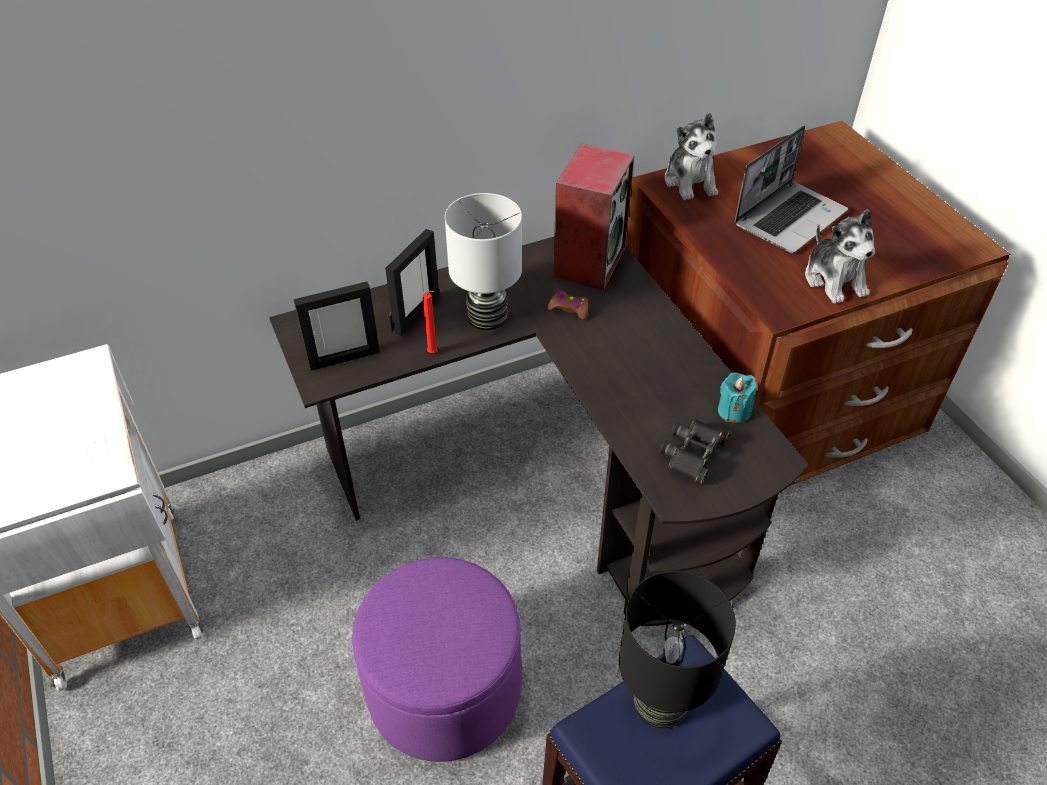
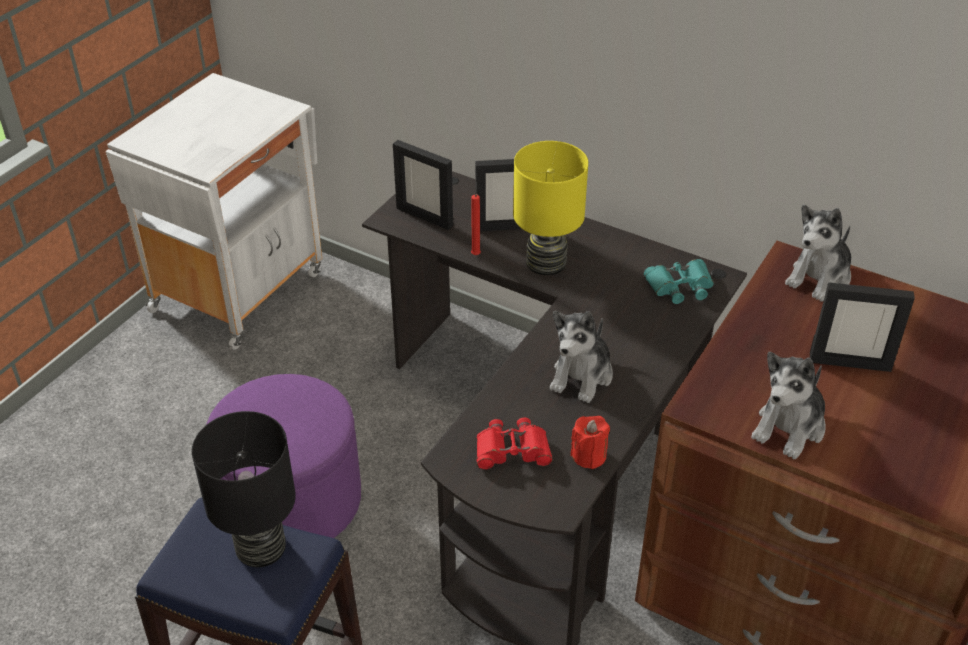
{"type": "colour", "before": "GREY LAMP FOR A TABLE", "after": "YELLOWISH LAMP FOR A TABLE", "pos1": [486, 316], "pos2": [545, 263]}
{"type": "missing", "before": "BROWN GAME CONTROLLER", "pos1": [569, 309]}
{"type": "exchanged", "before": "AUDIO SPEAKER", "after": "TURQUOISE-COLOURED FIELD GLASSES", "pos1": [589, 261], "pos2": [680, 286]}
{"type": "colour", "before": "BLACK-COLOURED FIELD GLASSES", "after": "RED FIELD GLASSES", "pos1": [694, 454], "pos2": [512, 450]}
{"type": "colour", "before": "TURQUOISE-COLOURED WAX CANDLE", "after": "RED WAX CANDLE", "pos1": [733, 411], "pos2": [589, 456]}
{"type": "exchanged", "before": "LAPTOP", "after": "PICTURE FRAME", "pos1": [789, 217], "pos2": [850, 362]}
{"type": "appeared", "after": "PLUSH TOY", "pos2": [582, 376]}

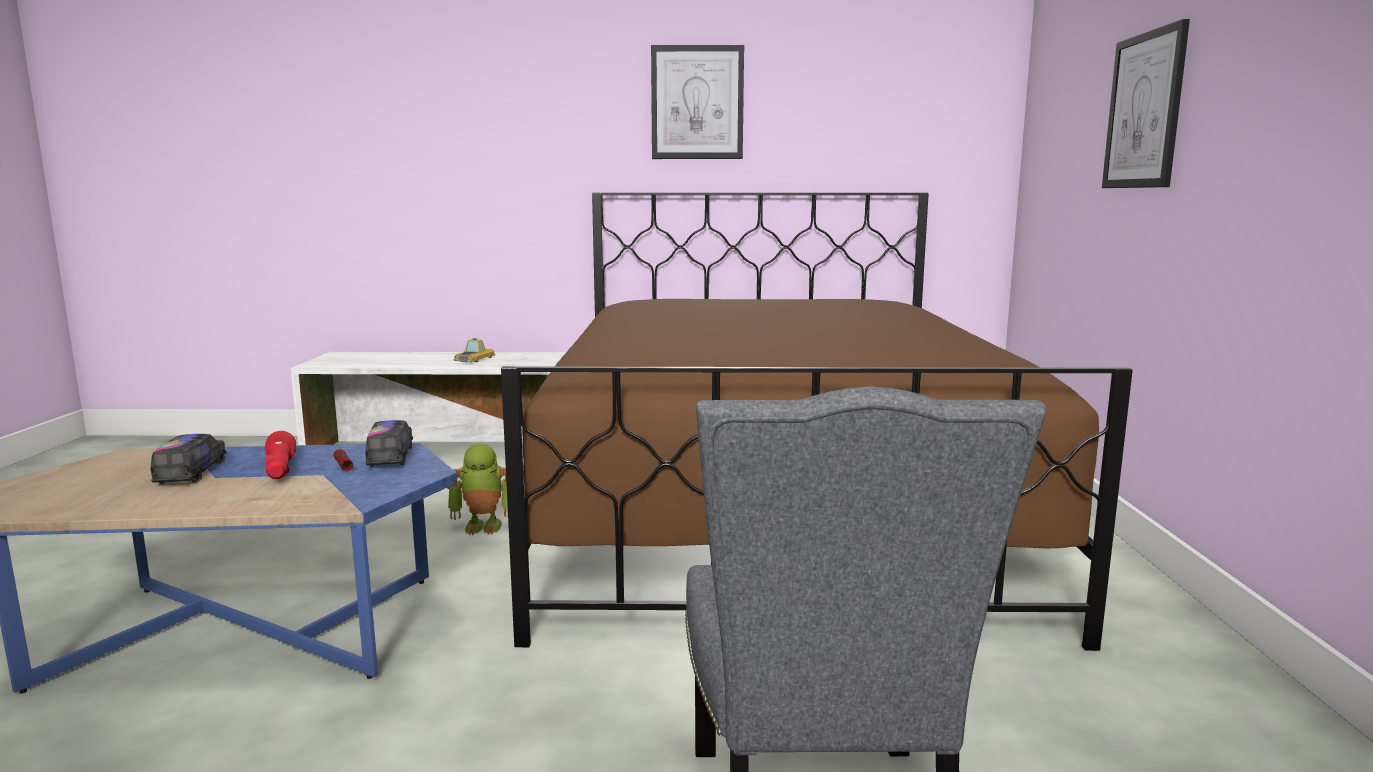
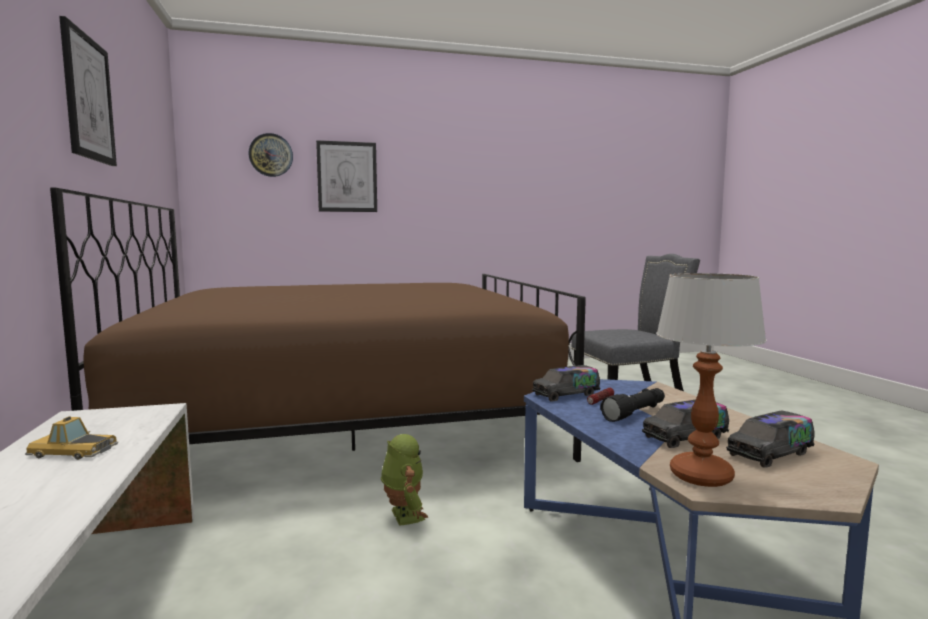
{"type": "colour", "before": "RED HAND TORCH", "after": "BLACK-COLOURED HAND TORCH", "pos1": [280, 470], "pos2": [635, 413]}
{"type": "appeared", "after": "CLOCK ON THE WALL", "pos2": [271, 155]}
{"type": "appeared", "after": "LAMP FOR A TABLE", "pos2": [700, 476]}
{"type": "appeared", "after": "MODEL TRUCK", "pos2": [770, 453]}

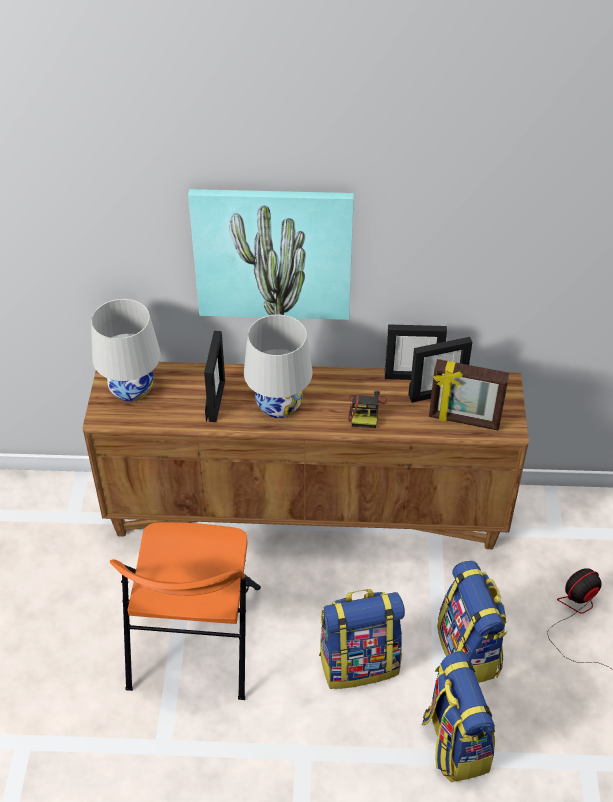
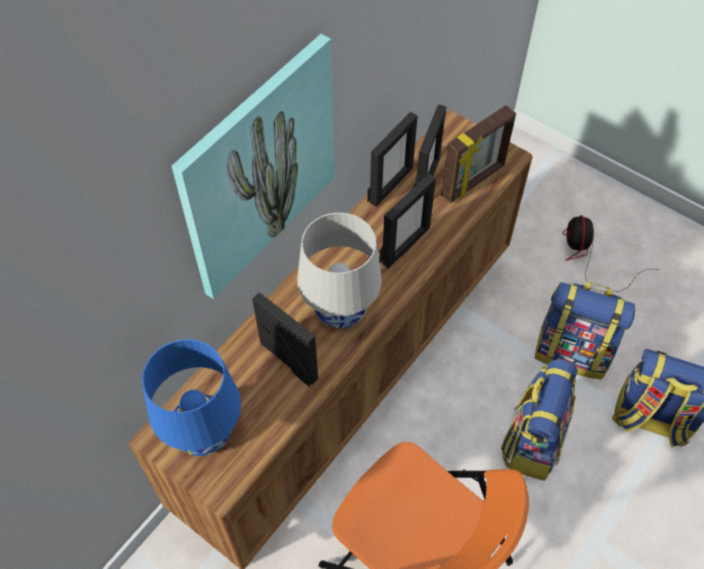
{"type": "colour", "before": "WHITISH LAMP FOR A TABLE", "after": "BLUE-COLOURED LAMP FOR A TABLE", "pos1": [131, 389], "pos2": [203, 433]}
{"type": "exchanged", "before": "STILL CAMERA", "after": "PICTURE FRAME", "pos1": [366, 411], "pos2": [404, 245]}

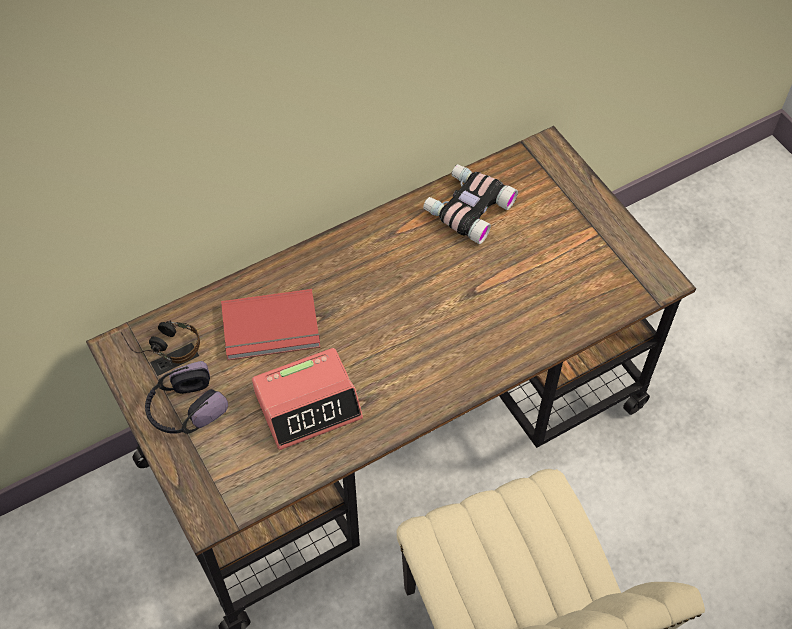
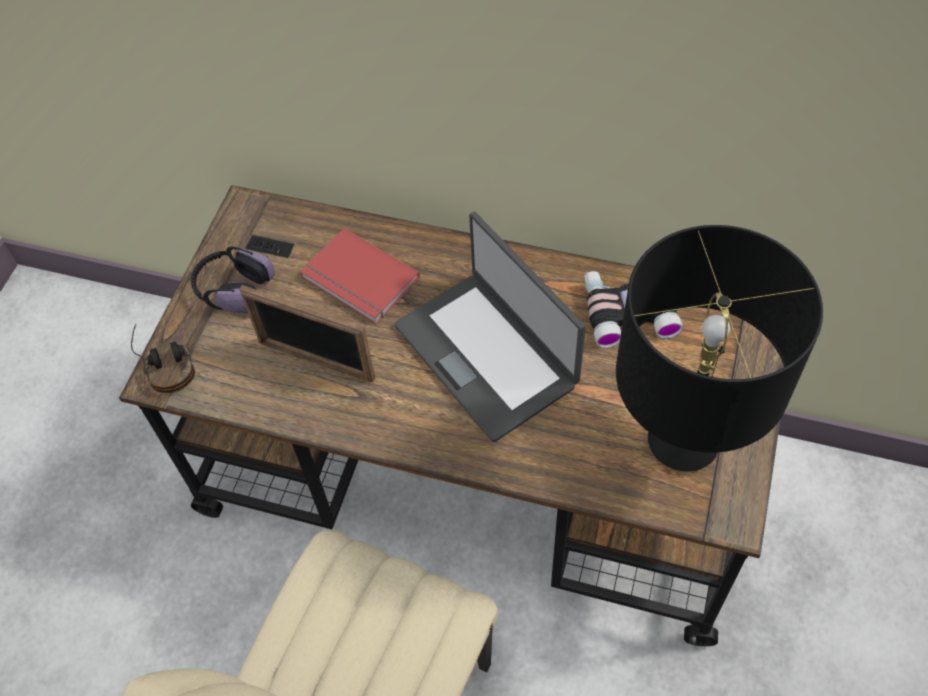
{"type": "relocated", "before": "HEADPHONES", "pos1": [163, 344], "pos2": [165, 363]}
{"type": "exchanged", "before": "TABLE CLOCK", "after": "PICTURE FRAME", "pos1": [308, 404], "pos2": [316, 360]}
{"type": "appeared", "after": "LAPTOP", "pos2": [487, 354]}
{"type": "appeared", "after": "BLACK-COLOURED LAMP FOR A TABLE", "pos2": [682, 444]}

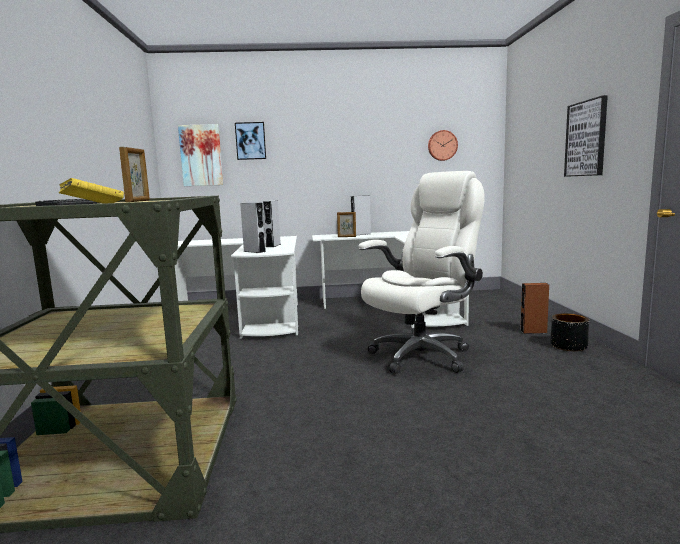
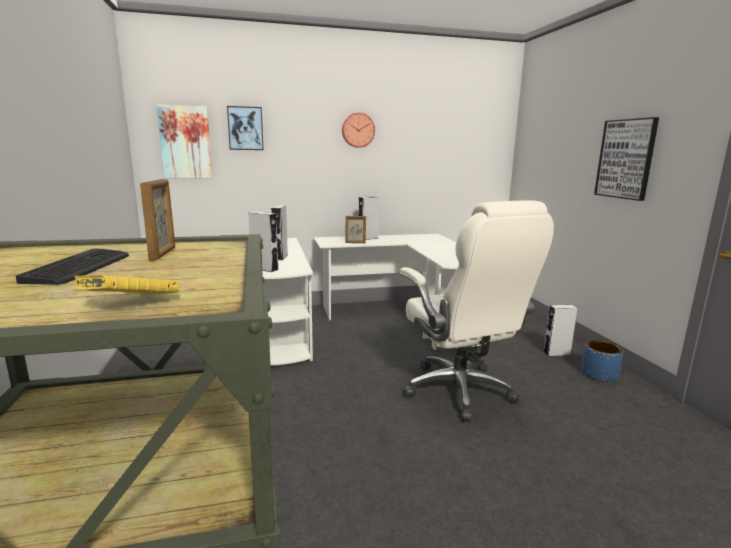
{"type": "spun", "before": "WHITISH COMPUTER CHAIR", "pos1": [421, 356], "pos2": [459, 392], "turn": 120}
{"type": "relocated", "before": "CLOCK ON THE WALL", "pos1": [442, 145], "pos2": [358, 130]}
{"type": "colour", "before": "BROWN AUDIO SPEAKER", "after": "GREY AUDIO SPEAKER", "pos1": [533, 332], "pos2": [556, 353]}
{"type": "colour", "before": "BLACK-COLOURED PLANTER", "after": "BLUE-COLOURED PLANTER", "pos1": [568, 346], "pos2": [599, 374]}

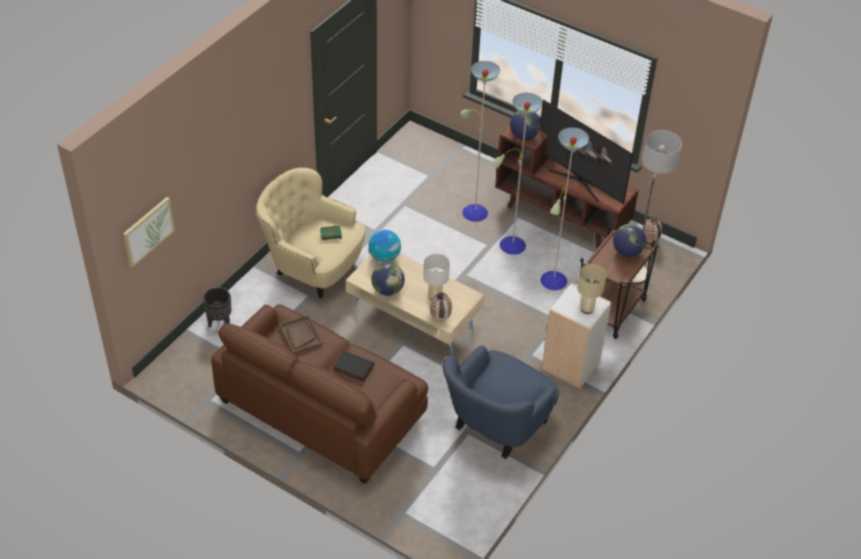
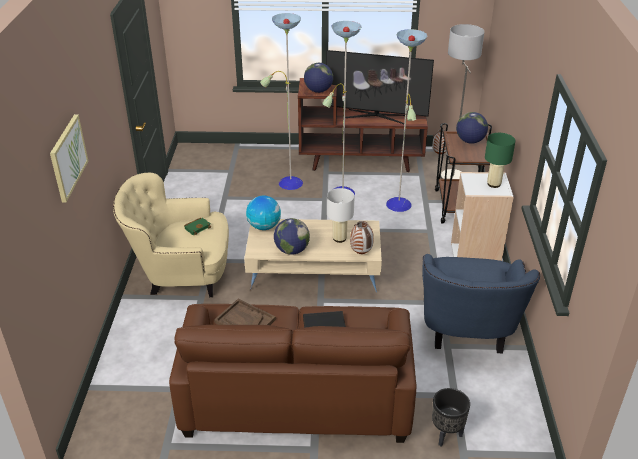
{"type": "relocated", "before": "PICTURE", "pos1": [148, 231], "pos2": [68, 157]}
{"type": "relocated", "before": "BLACK-COLOURED PLANTER", "pos1": [219, 323], "pos2": [446, 435]}
{"type": "colour", "before": "BEIGE-COLOURED LAMP FOR A TABLE", "after": "GREENISH LAMP FOR A TABLE", "pos1": [586, 309], "pos2": [494, 184]}

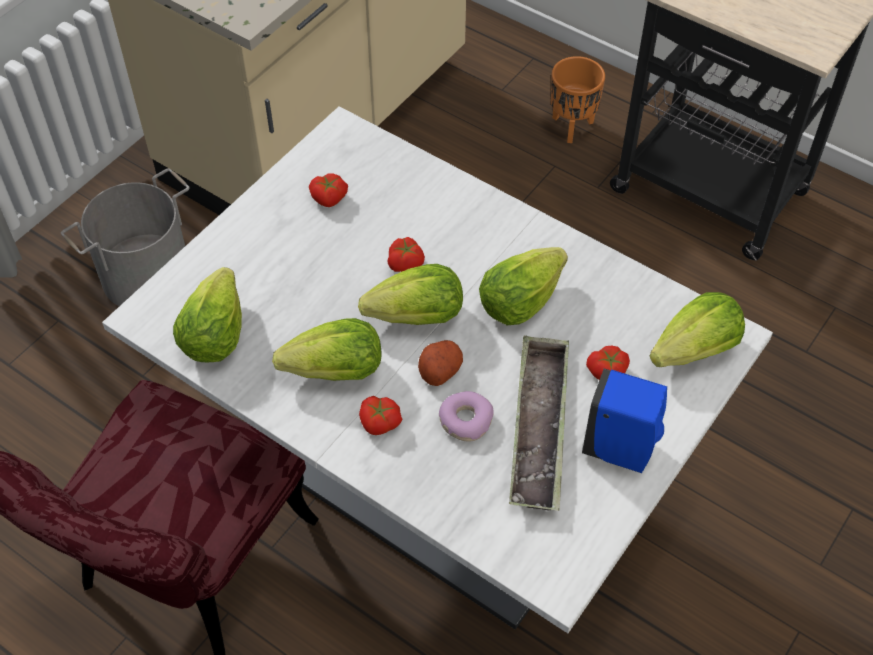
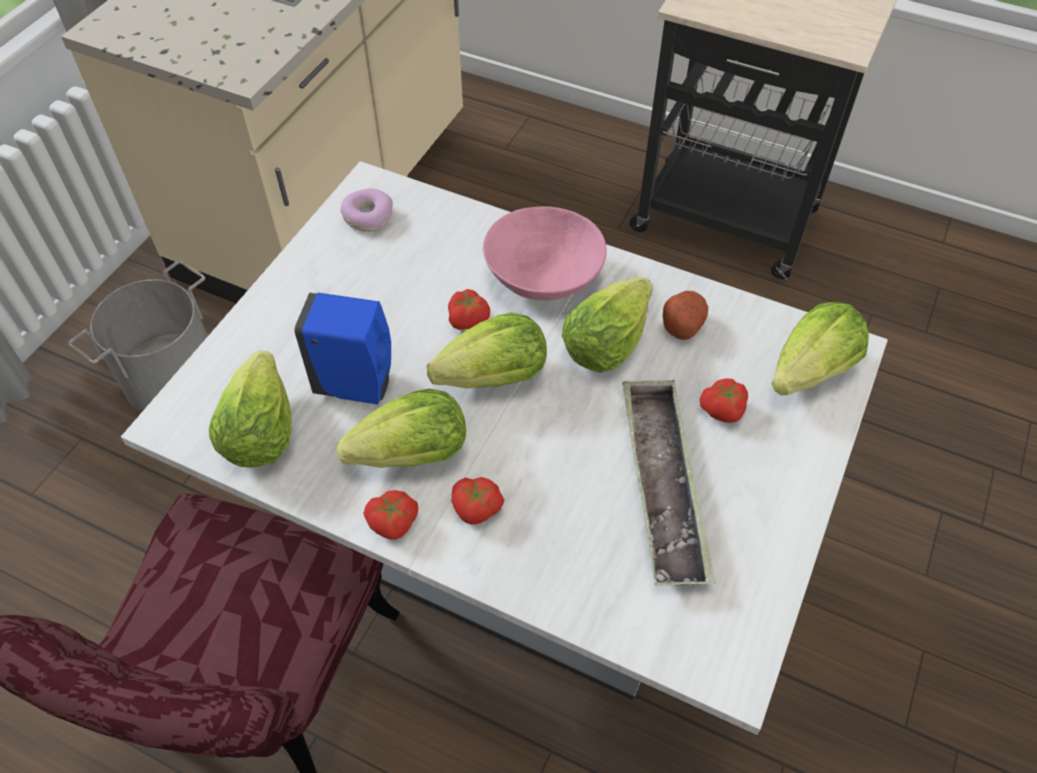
{"type": "relocated", "before": "FRESH TOMATO", "pos1": [329, 199], "pos2": [393, 523]}
{"type": "relocated", "before": "POTATO", "pos1": [440, 369], "pos2": [682, 324]}
{"type": "relocated", "before": "DONUT", "pos1": [465, 420], "pos2": [368, 216]}
{"type": "missing", "before": "ORANGE PLANTER", "pos1": [572, 127]}
{"type": "relocated", "before": "BLUE-COLOURED LIQUID SOAP BOTTLE", "pos1": [621, 450], "pos2": [358, 385]}
{"type": "appeared", "after": "PINK-COLOURED BOWL", "pos2": [543, 278]}

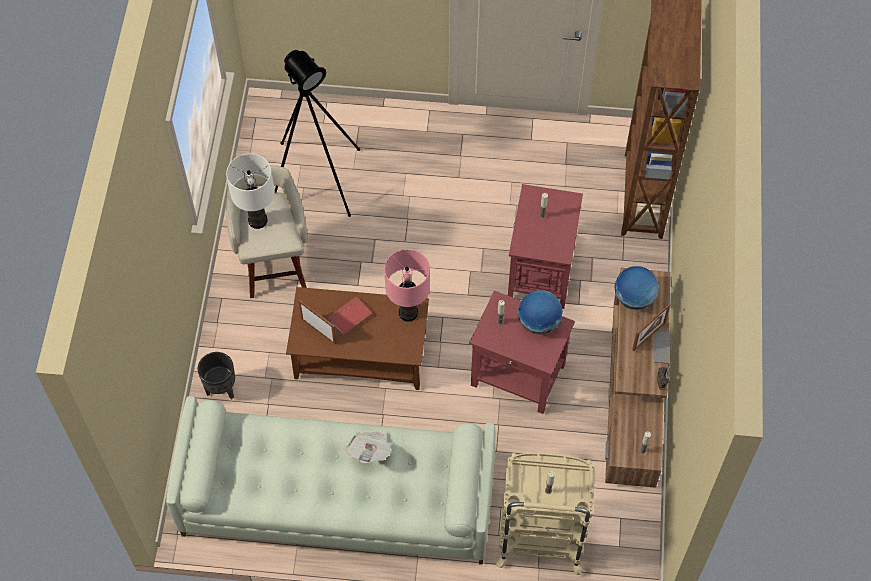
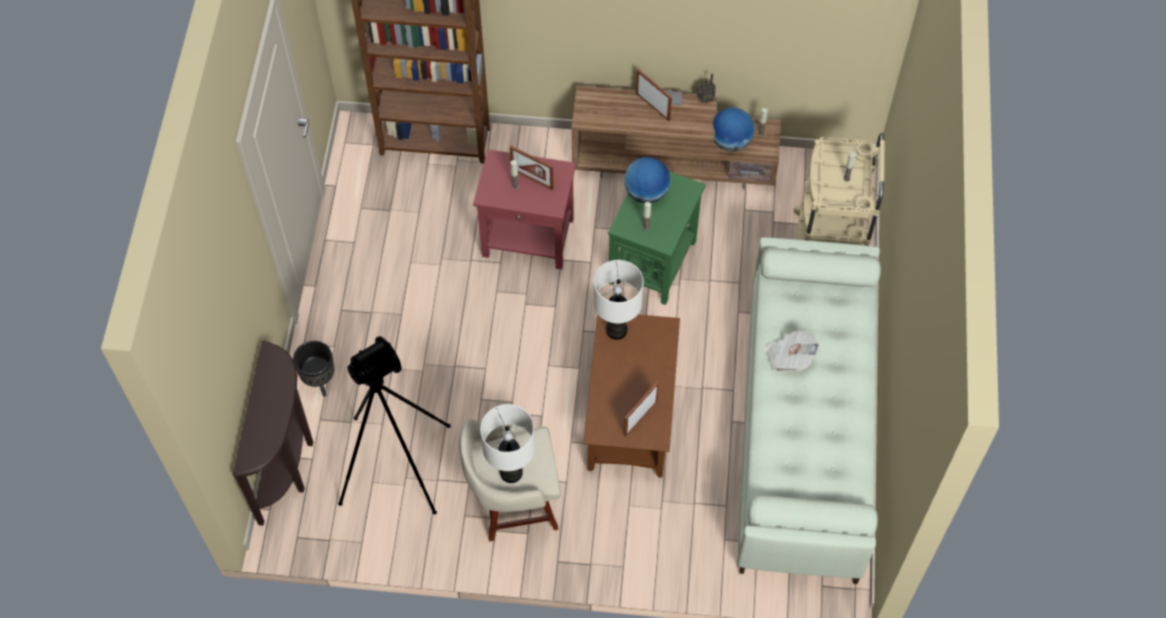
{"type": "relocated", "before": "BLACK-COLOURED PLANTER", "pos1": [221, 389], "pos2": [319, 382]}
{"type": "missing", "before": "RED VOLUME", "pos1": [349, 316]}
{"type": "colour", "before": "PINK-COLOURED LAMP FOR A TABLE", "after": "WHITISH LAMP FOR A TABLE", "pos1": [408, 312], "pos2": [616, 330]}
{"type": "colour", "before": "RED END TABLE", "after": "GREENISH END TABLE", "pos1": [517, 376], "pos2": [653, 262]}
{"type": "relocated", "before": "DESK GLOBE", "pos1": [634, 298], "pos2": [730, 142]}
{"type": "appeared", "after": "BROWN CONSOLE TABLE", "pos2": [289, 464]}
{"type": "appeared", "after": "PICTURE FRAME", "pos2": [532, 179]}

